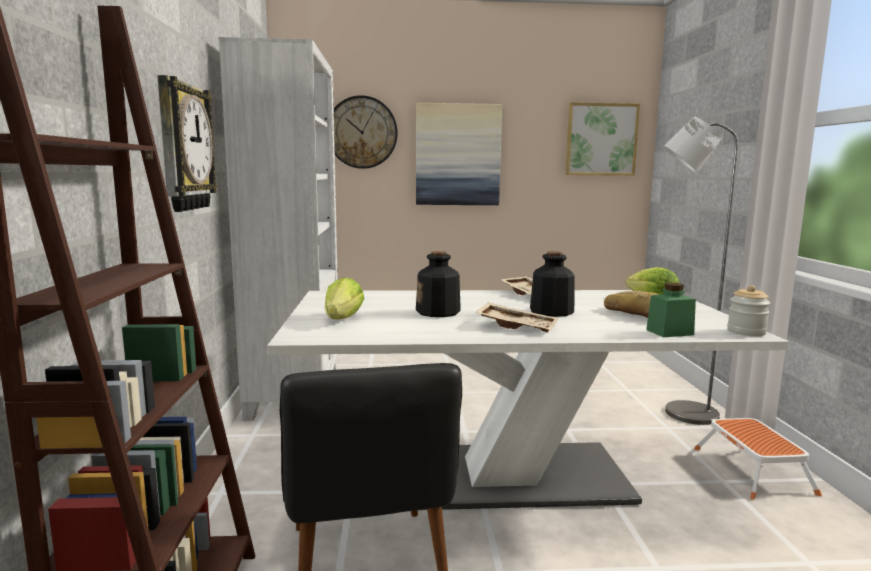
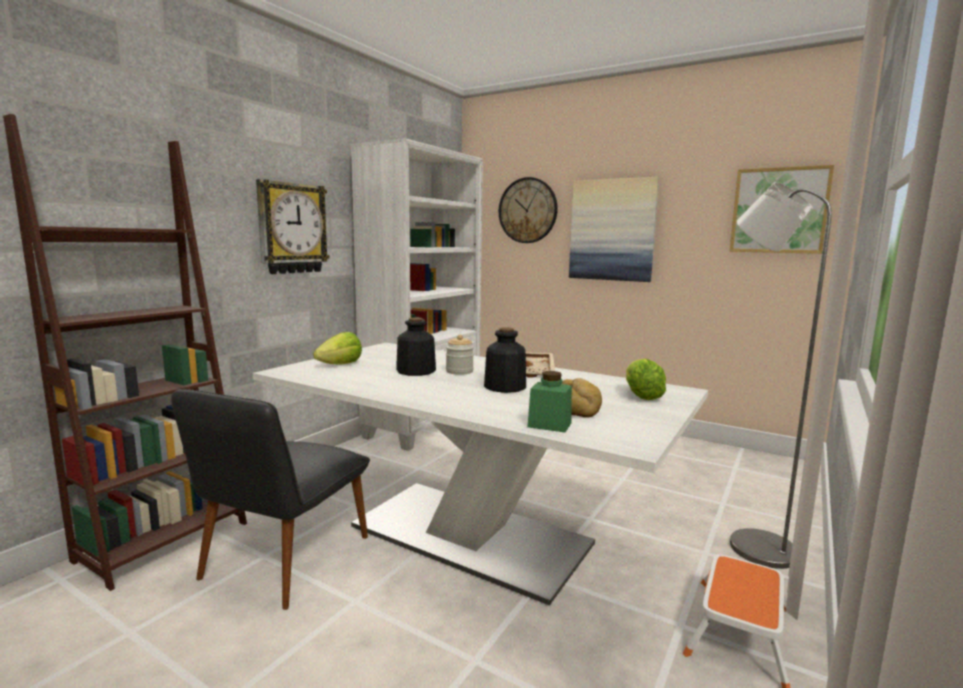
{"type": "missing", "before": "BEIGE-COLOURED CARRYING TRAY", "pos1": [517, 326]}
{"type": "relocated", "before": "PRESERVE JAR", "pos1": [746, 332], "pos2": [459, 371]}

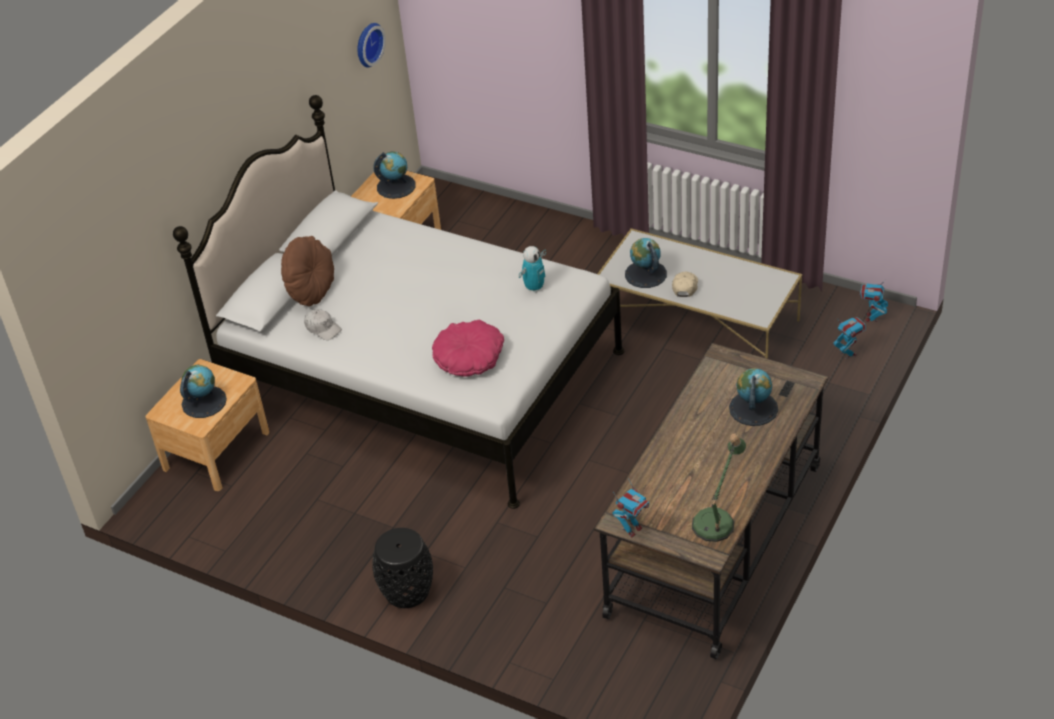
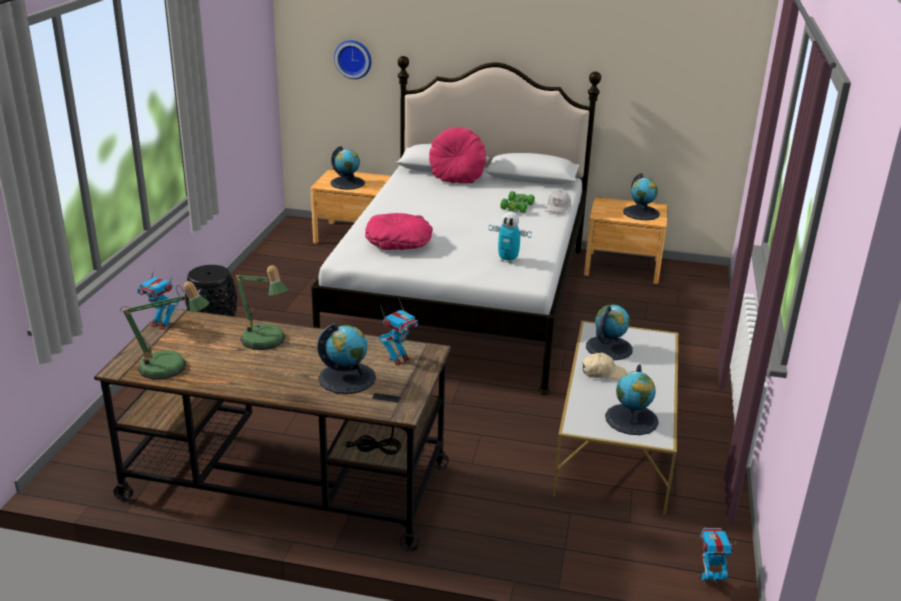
{"type": "colour", "before": "BROWN CUSHION", "after": "PINK-COLOURED CUSHION", "pos1": [312, 293], "pos2": [457, 180]}
{"type": "relocated", "before": "WHITISH PEAKED CAP", "pos1": [323, 328], "pos2": [558, 208]}
{"type": "relocated", "before": "CLOCK ON THE WALL", "pos1": [367, 44], "pos2": [353, 58]}
{"type": "relocated", "before": "MODEL ROBOT", "pos1": [848, 353], "pos2": [398, 359]}
{"type": "appeared", "after": "LAMP FOR A TABLE", "pos2": [266, 342]}
{"type": "appeared", "after": "GREENISH MODEL CAR", "pos2": [517, 207]}
{"type": "appeared", "after": "DESK GLOBE", "pos2": [631, 419]}

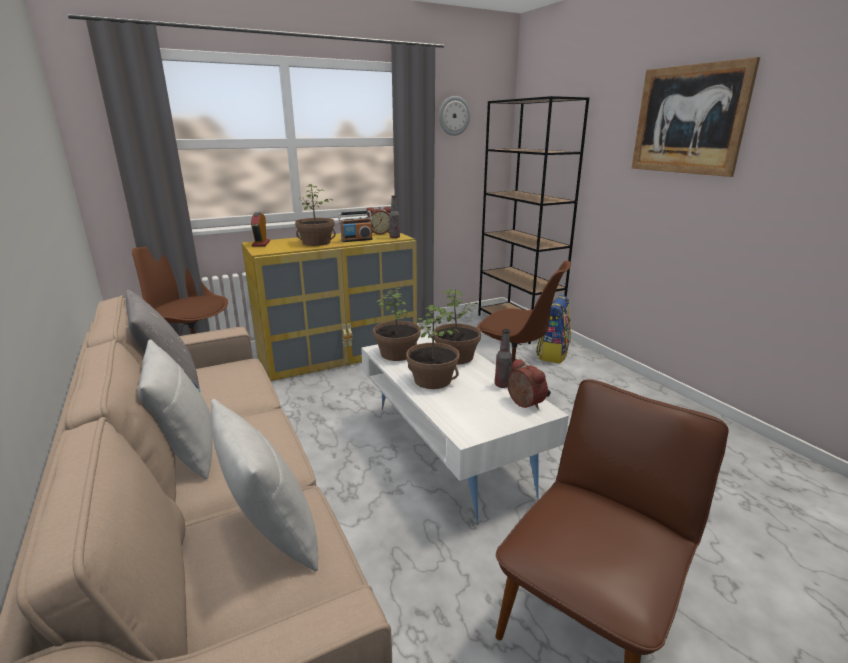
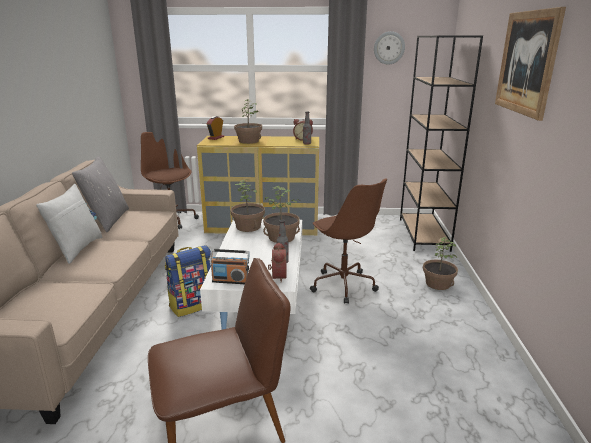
{"type": "missing", "before": "GREY CUSHION", "pos1": [271, 535]}
{"type": "relocated", "before": "RADIO", "pos1": [356, 240], "pos2": [230, 280]}
{"type": "relocated", "before": "PLANT IN A POT", "pos1": [432, 380], "pos2": [437, 284]}
{"type": "relocated", "before": "RUCKSACK", "pos1": [552, 354], "pos2": [192, 305]}

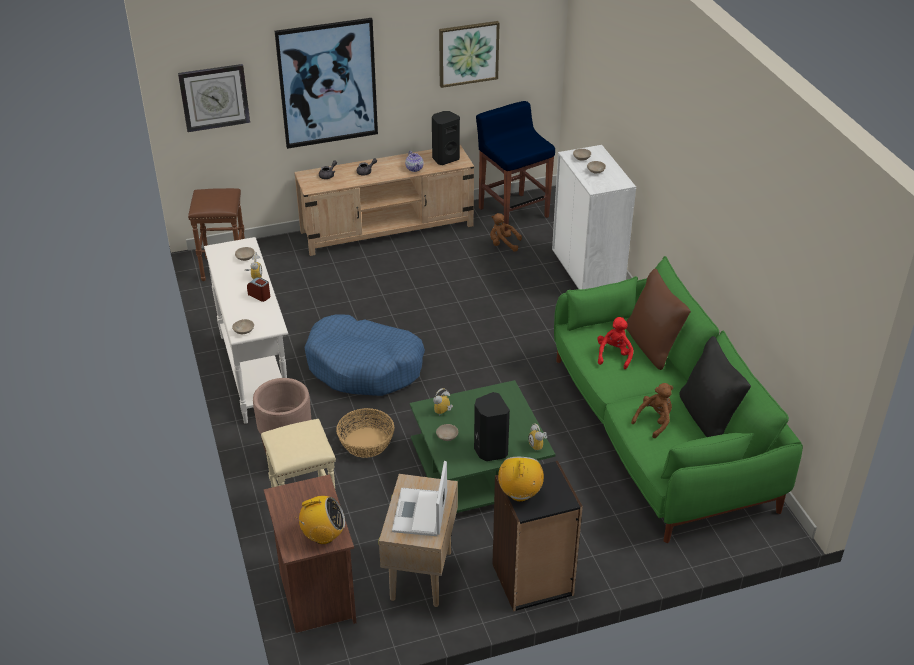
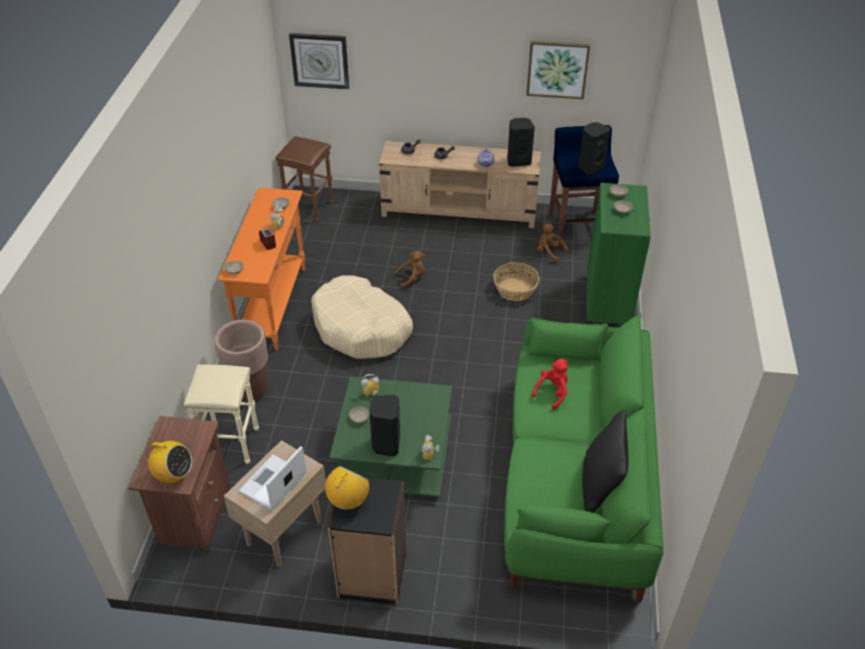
{"type": "colour", "before": "WHITISH CONSOLE TABLE", "after": "ORANGE CONSOLE TABLE", "pos1": [255, 373], "pos2": [273, 306]}
{"type": "missing", "before": "PICTURE", "pos1": [327, 83]}
{"type": "colour", "before": "BLUE-COLOURED DOG CUSHION", "after": "BEIGE-COLOURED DOG CUSHION", "pos1": [365, 367], "pos2": [361, 328]}
{"type": "relocated", "before": "STORAGE BASKET", "pos1": [366, 442], "pos2": [515, 289]}
{"type": "colour", "before": "WHITISH CUPBOARD", "after": "GREENISH CUPBOARD", "pos1": [588, 273], "pos2": [608, 302]}
{"type": "missing", "before": "BROWN CUSHION", "pos1": [652, 346]}
{"type": "relocated", "before": "BROWN PLUSH TOY", "pos1": [654, 421], "pos2": [412, 278]}
{"type": "appeared", "after": "BLACK-COLOURED AUDIO SPEAKER", "pos2": [590, 167]}

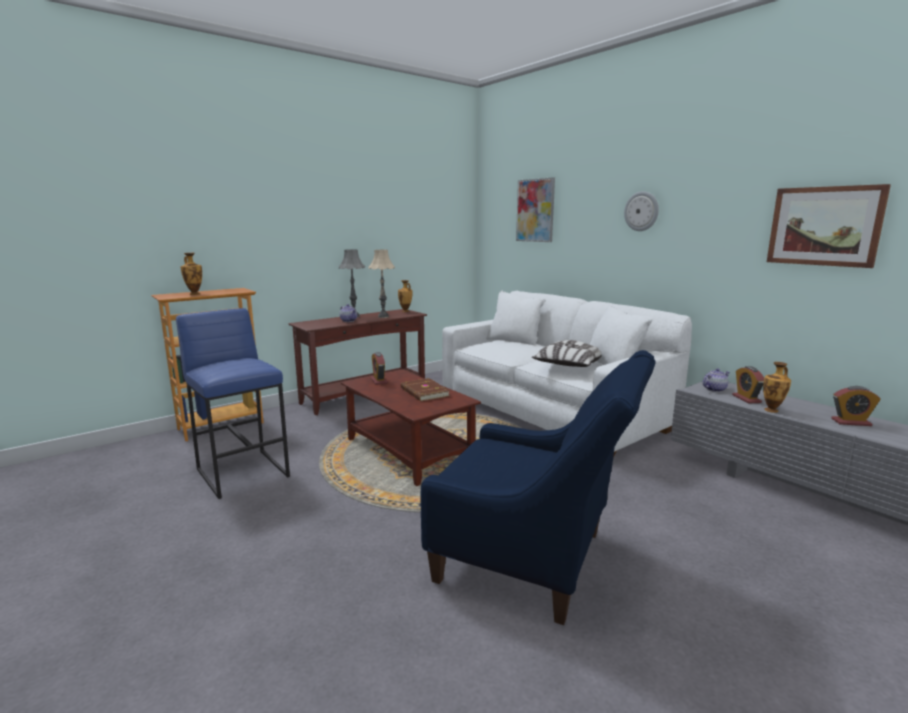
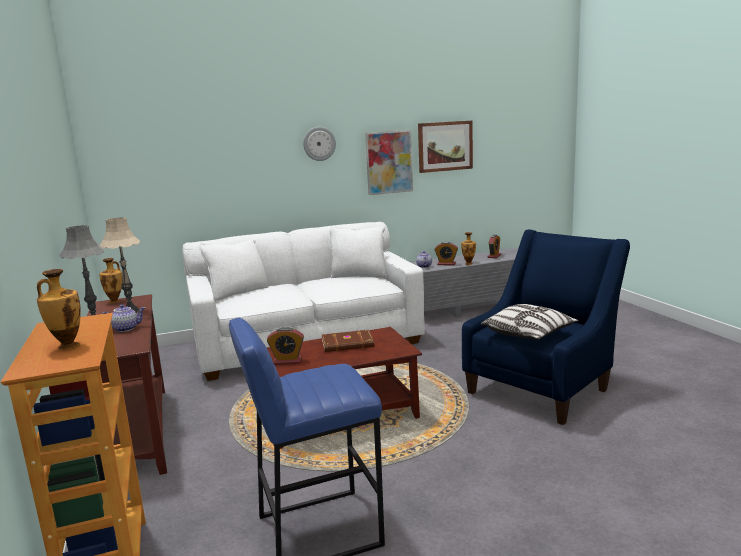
{"type": "relocated", "before": "PICTURE", "pos1": [535, 210], "pos2": [389, 162]}
{"type": "relocated", "before": "CUSHION", "pos1": [568, 366], "pos2": [529, 334]}

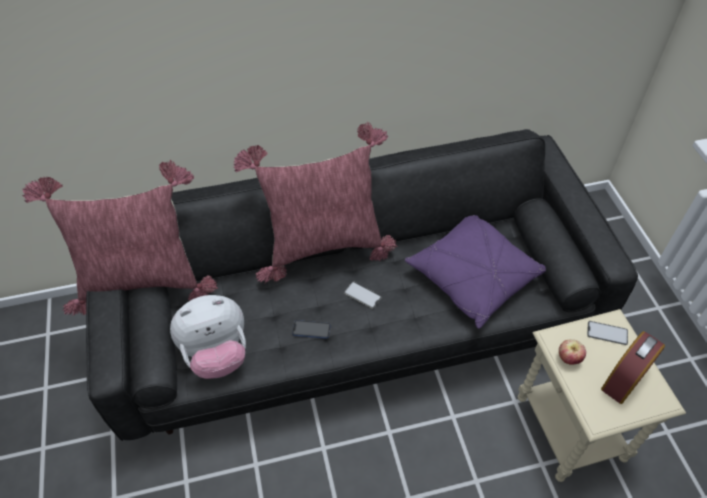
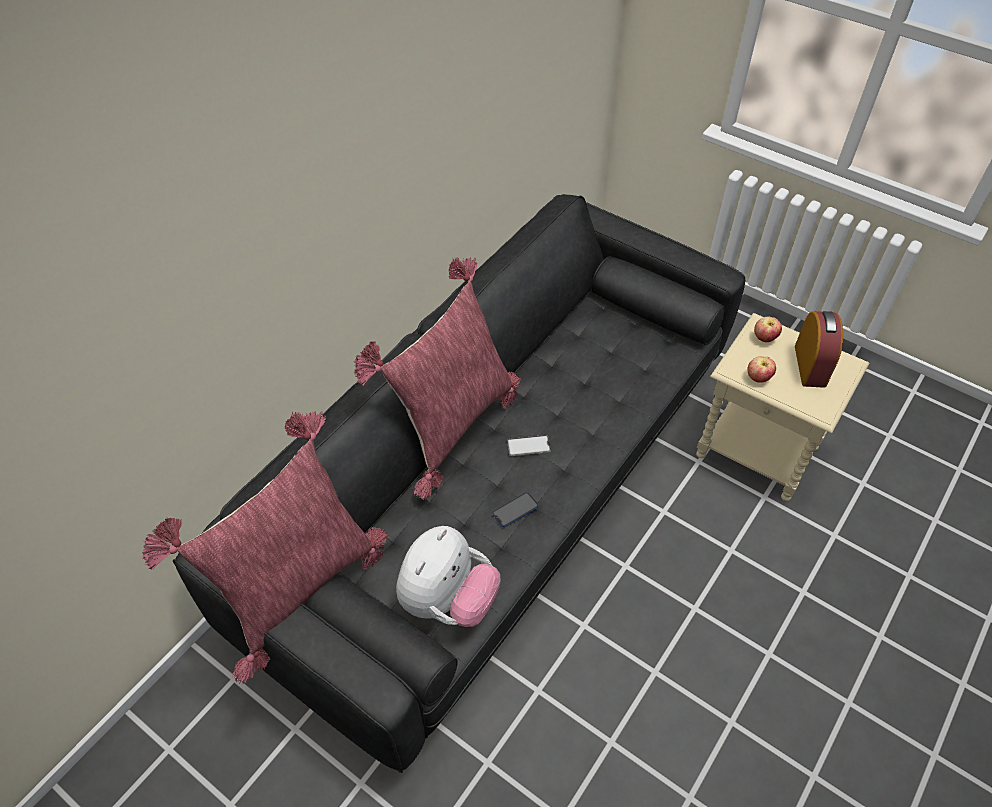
{"type": "missing", "before": "PURPLISH CUSHION", "pos1": [472, 277]}
{"type": "exchanged", "before": "TELEPHONE", "after": "WHOLE APPLE", "pos1": [607, 333], "pos2": [764, 338]}

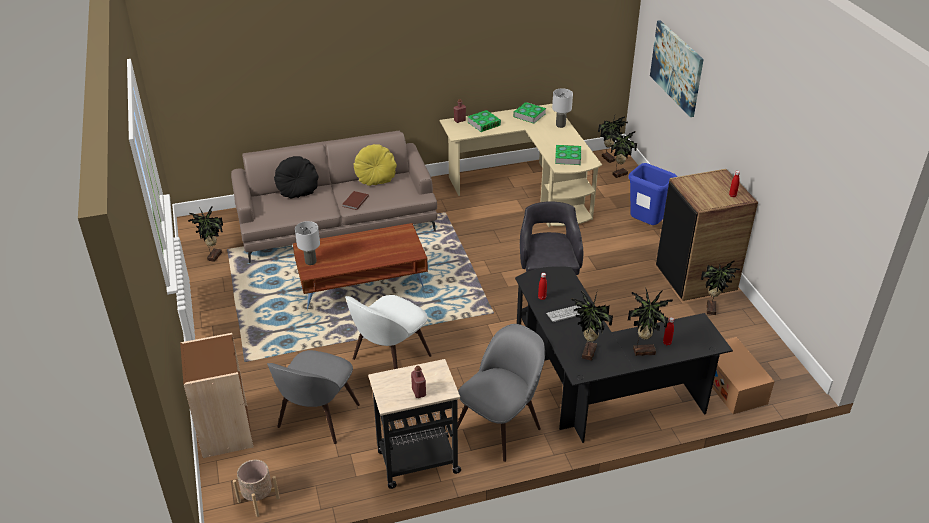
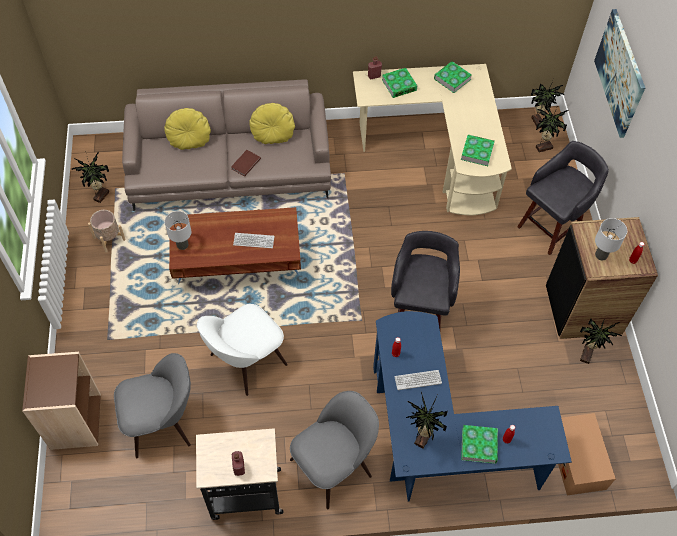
{"type": "relocated", "before": "BEIGE-COLOURED PLANTER", "pos1": [258, 499], "pos2": [109, 238]}
{"type": "spun", "before": "GREY PLAIN CHAIR", "pos1": [317, 418], "pos2": [162, 422], "turn": -135}
{"type": "colour", "before": "BLACK-COLOURED CUSHION", "after": "YELLOWISH CUSHION", "pos1": [298, 193], "pos2": [190, 142]}
{"type": "colour", "before": "BLACK-COLOURED DESK UNIT", "after": "BLUE-COLOURED DESK UNIT", "pos1": [597, 391], "pos2": [439, 441]}
{"type": "relocated", "before": "WHITISH LAMP FOR A TABLE", "pos1": [561, 125], "pos2": [601, 256]}
{"type": "exchanged", "before": "BLUE-COLOURED RUBBISH BIN", "after": "GREY STOOL", "pos1": [646, 226], "pos2": [551, 227]}
{"type": "exchanged", "before": "PLANT IN A POT", "after": "VOLUME", "pos1": [643, 350], "pos2": [479, 445]}
{"type": "appeared", "after": "PC KEYBOARD", "pos2": [254, 241]}

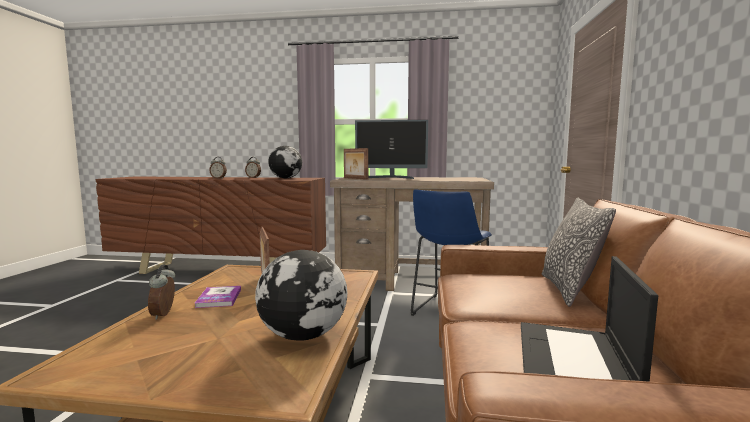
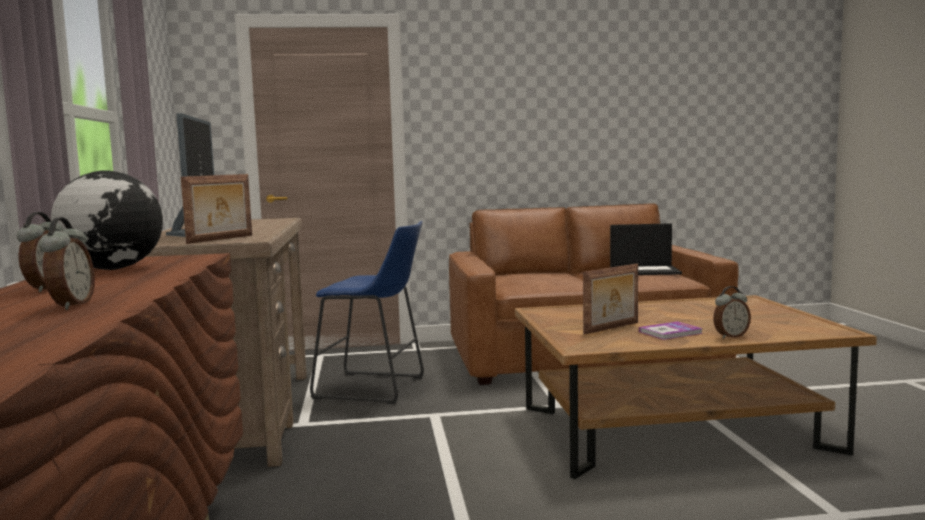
{"type": "missing", "before": "DESK GLOBE", "pos1": [303, 336]}
{"type": "missing", "before": "CUSHION", "pos1": [569, 290]}

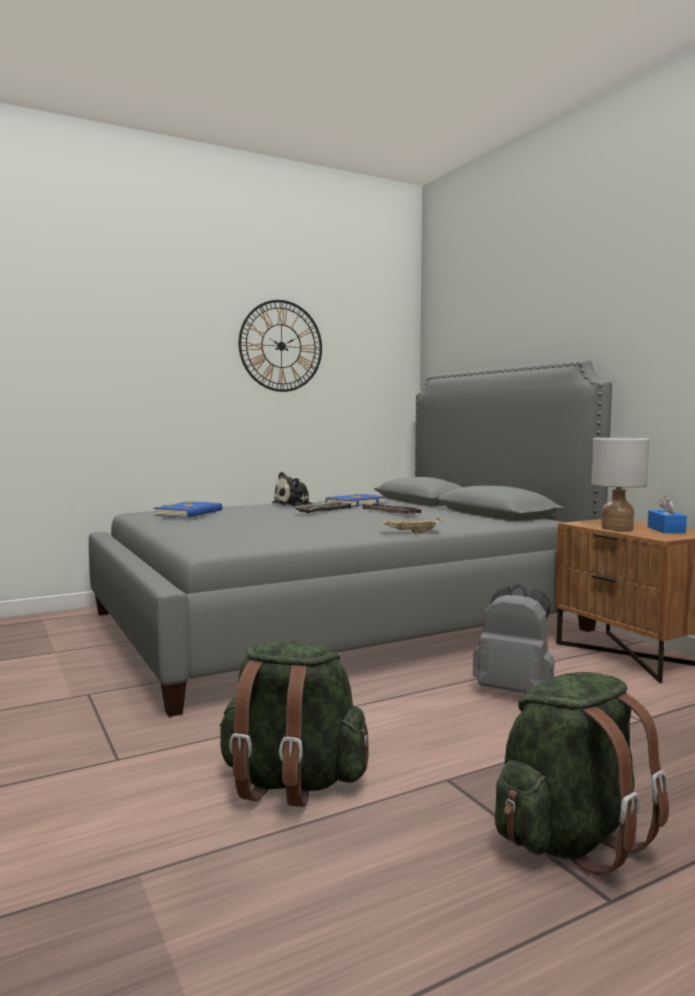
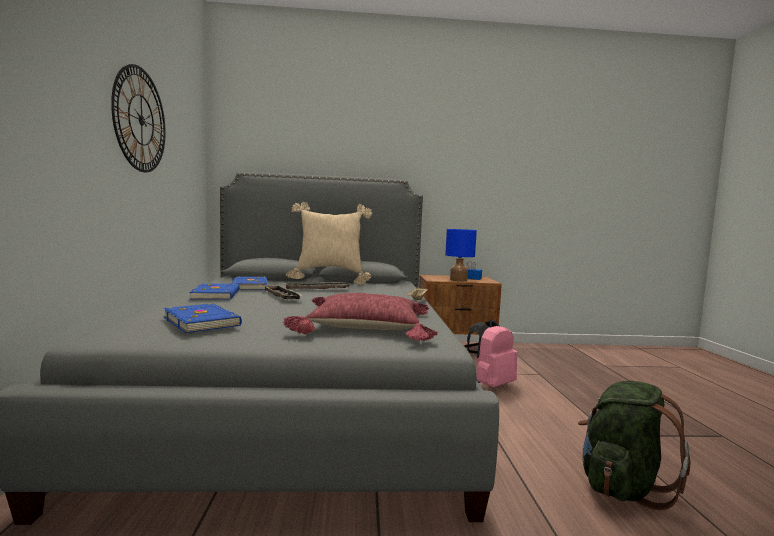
{"type": "exchanged", "before": "PLUSH TOY", "after": "BLUE-COLOURED VOLUME", "pos1": [295, 505], "pos2": [217, 294]}
{"type": "colour", "before": "GREY RUCKSACK", "after": "PINK-COLOURED RUCKSACK", "pos1": [515, 691], "pos2": [490, 384]}
{"type": "missing", "before": "GREENISH RUCKSACK", "pos1": [570, 838]}
{"type": "colour", "before": "GREY LAMP FOR A TABLE", "after": "BLUE-COLOURED LAMP FOR A TABLE", "pos1": [617, 528], "pos2": [458, 280]}
{"type": "appeared", "after": "RED CUSHION", "pos2": [365, 324]}
{"type": "appeared", "after": "BEIGE-COLOURED CUSHION", "pos2": [329, 282]}

